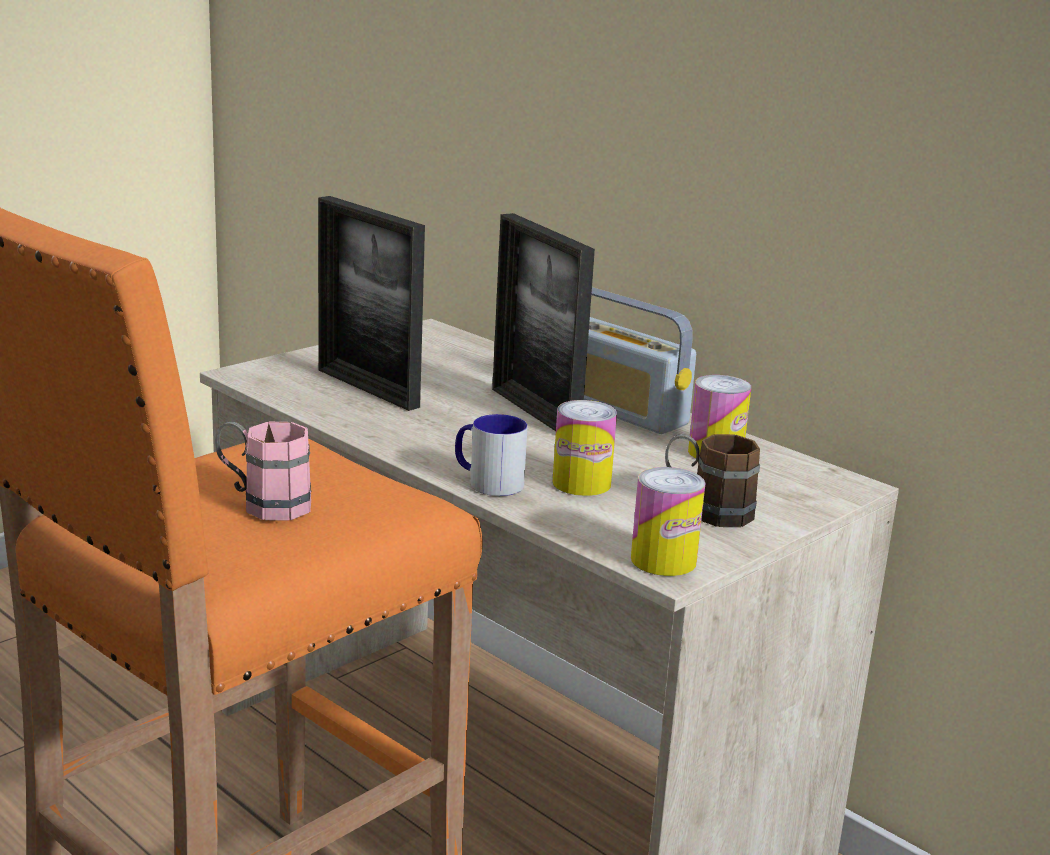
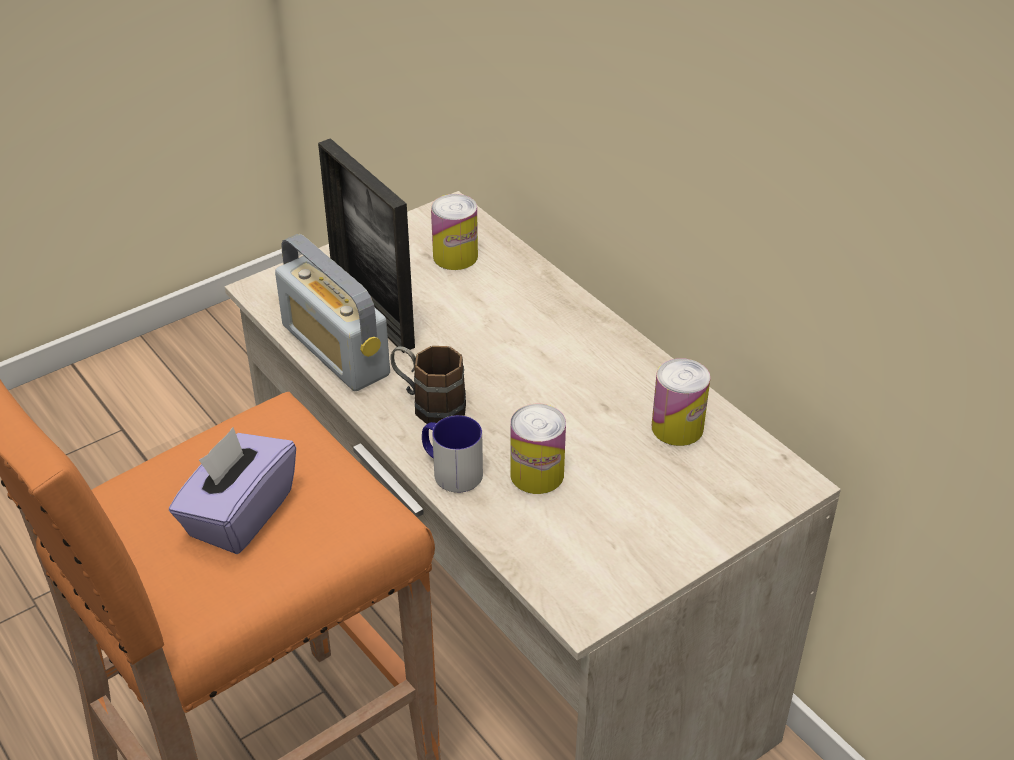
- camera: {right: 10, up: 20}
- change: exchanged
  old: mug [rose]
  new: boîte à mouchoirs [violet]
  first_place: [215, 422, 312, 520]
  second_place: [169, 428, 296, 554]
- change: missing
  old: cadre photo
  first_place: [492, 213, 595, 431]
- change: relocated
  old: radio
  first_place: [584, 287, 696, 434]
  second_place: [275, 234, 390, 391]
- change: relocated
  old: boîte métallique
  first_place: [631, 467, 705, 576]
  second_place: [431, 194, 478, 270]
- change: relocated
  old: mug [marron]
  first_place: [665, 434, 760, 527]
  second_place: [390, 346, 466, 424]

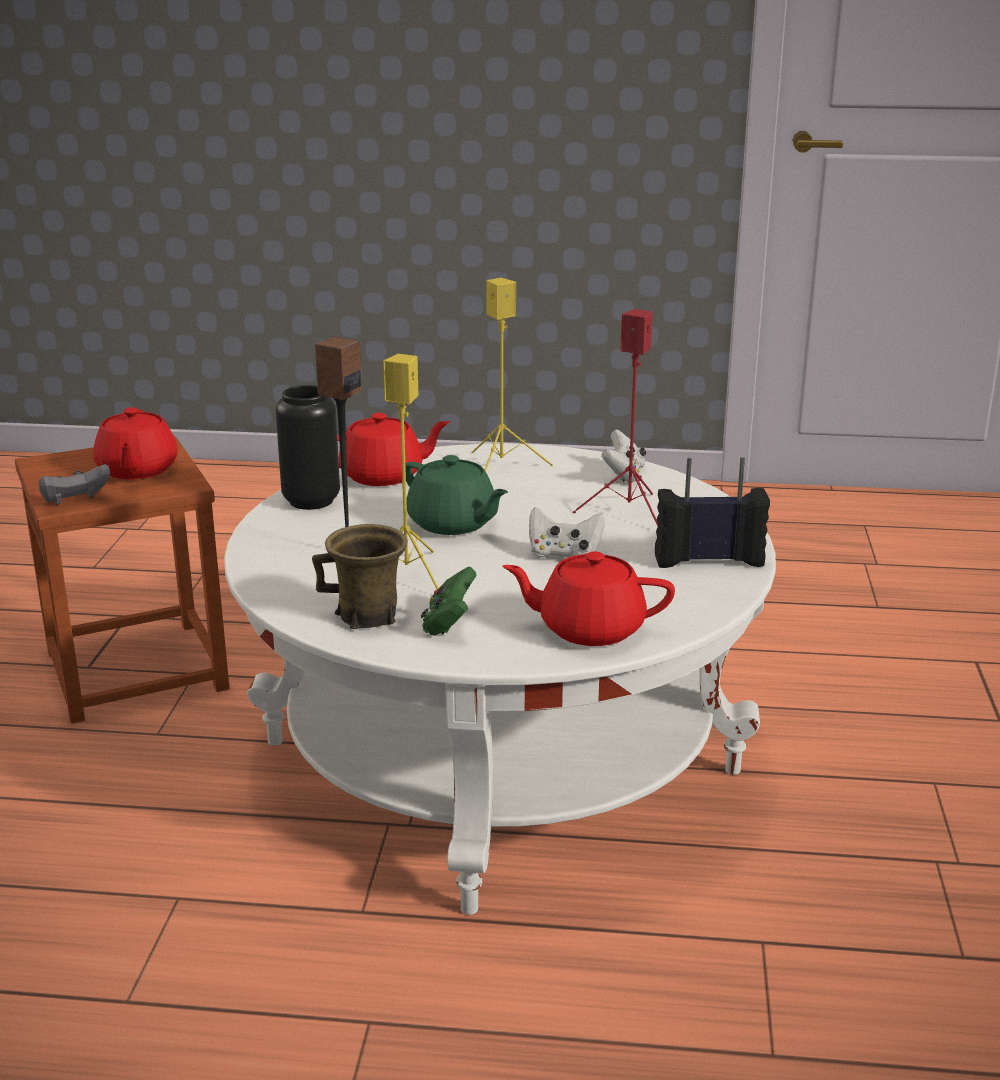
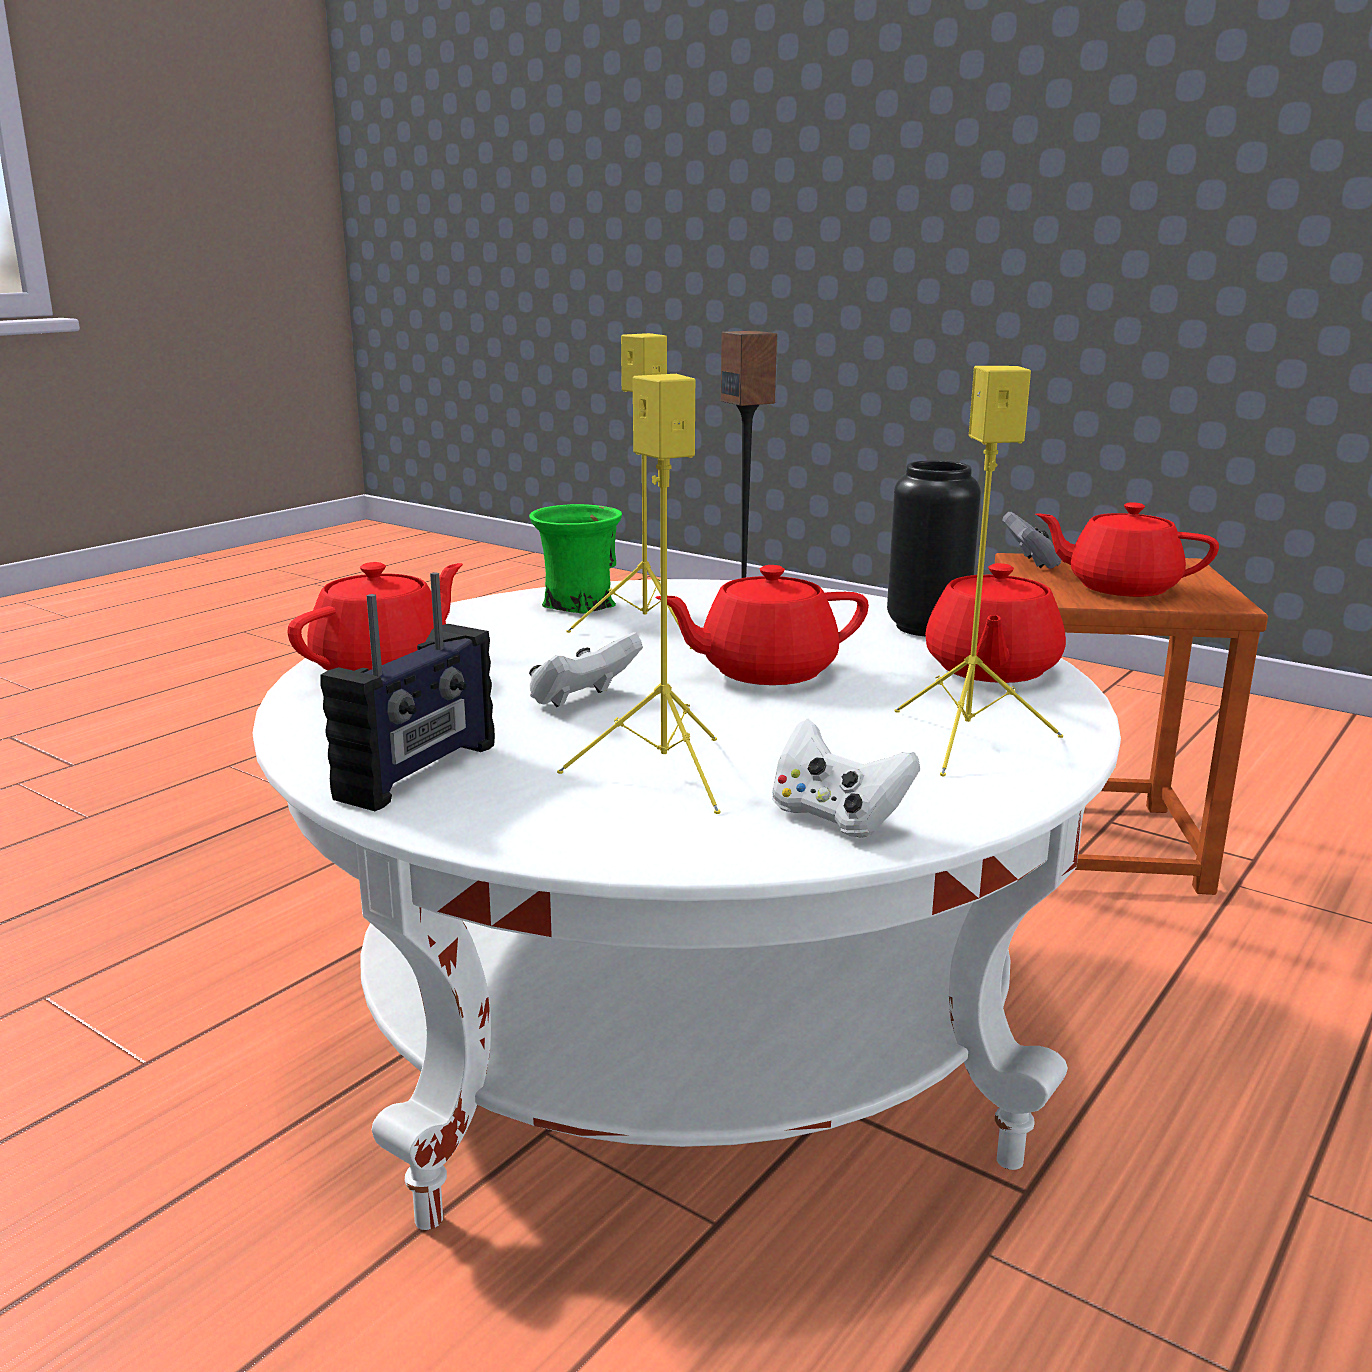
- camera: {right: 120, up: -5}
- change: colour
  old: mug [marron]
  new: mug [vert]
  first_place: [312, 524, 408, 629]
  second_place: [529, 504, 622, 613]
- change: colour
  old: théière [vert]
  new: théière [rouge]
  first_place: [405, 455, 508, 535]
  second_place: [655, 565, 869, 685]
- change: missing
  old: manette [vert]
  first_place: [421, 567, 477, 635]
- change: colour
  old: enceinte [rouge]
  new: enceinte [jaune]
  first_place: [573, 309, 658, 526]
  second_place: [557, 374, 720, 814]

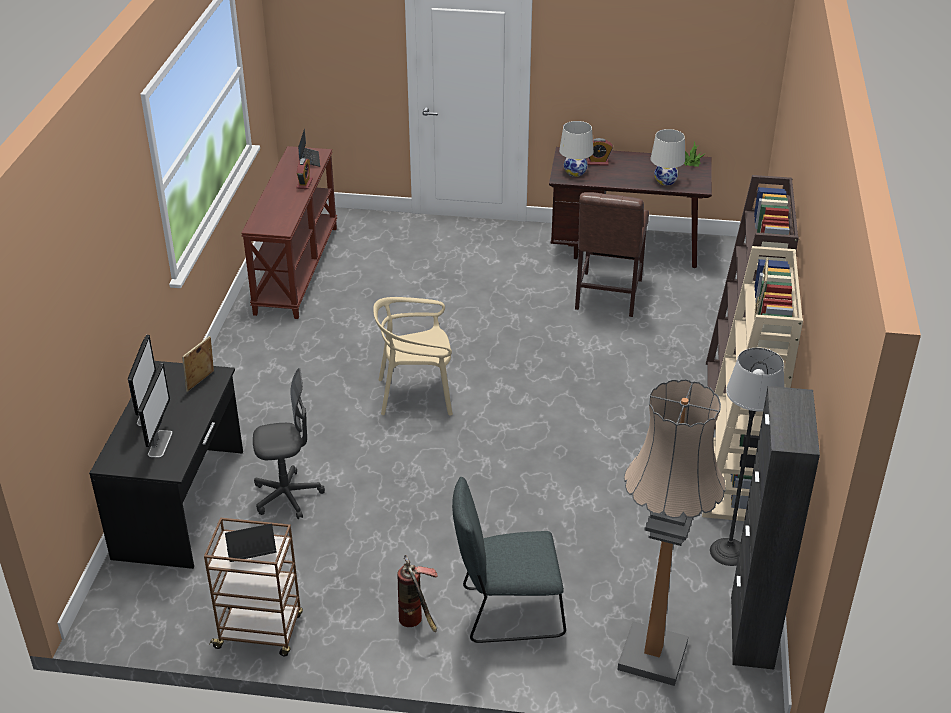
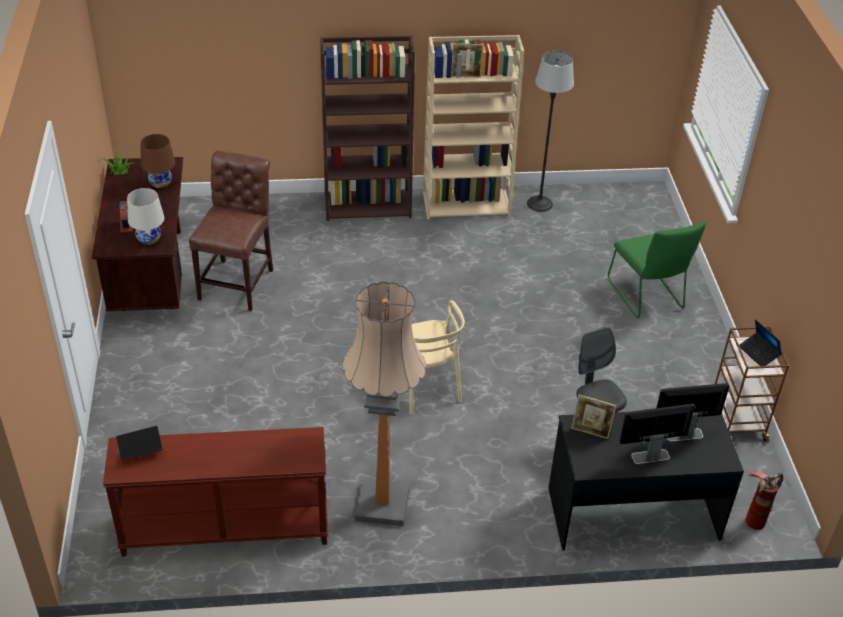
- camera: {right: -105, up: 5}
- change: missing
  old: réveil
  first_place: [297, 158, 313, 189]
- change: relocated
  old: extincteur
  first_place: [397, 555, 438, 632]
  second_place: [745, 472, 783, 530]
- change: colour
  old: chaise [gris]
  new: chaise [vert]
  first_place: [452, 477, 566, 643]
  second_place: [608, 221, 706, 318]
- change: spun
  old: chaise [marron]
  first_place: [575, 192, 649, 317]
  second_place: [189, 151, 273, 311]
  degrees: -75
- change: relocated
  old: lampadaire
  first_place: [617, 379, 726, 686]
  second_place: [342, 281, 426, 526]
- change: colour
  old: lampe de table [blanc]
  new: lampe de table [marron]
  first_place: [650, 129, 685, 185]
  second_place: [140, 134, 175, 188]
- change: missing
  old: meuble de rangement [noir]
  first_place: [731, 386, 820, 670]

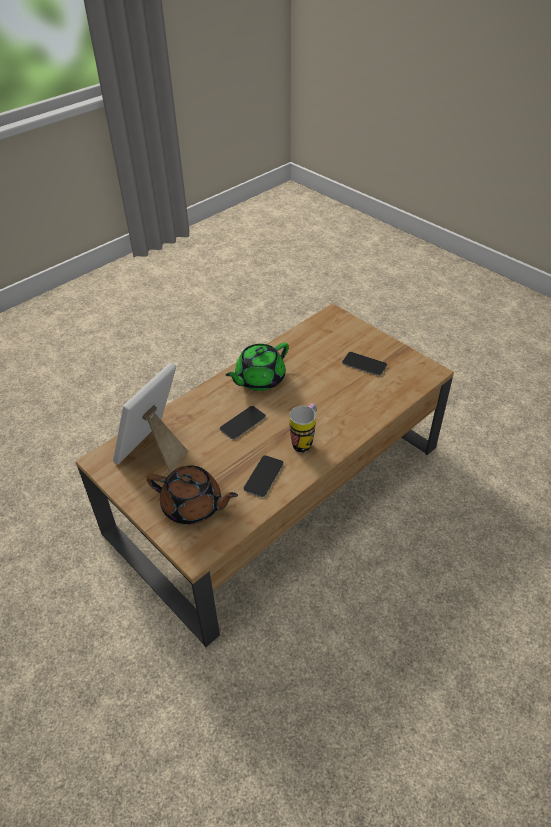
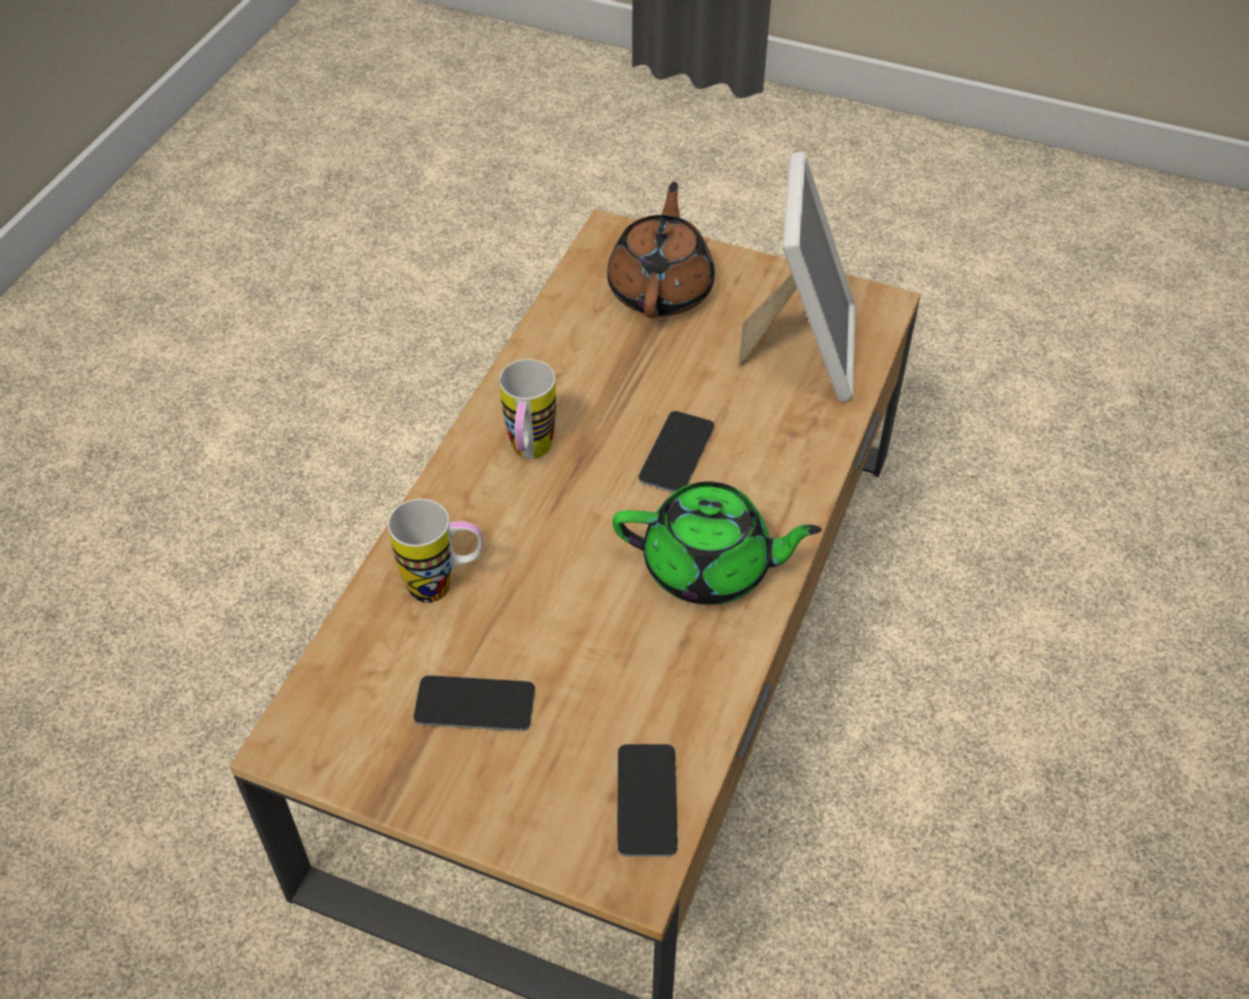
- camera: {right: 155, up: 5}
- change: spun
  old: théière [marron]
  first_place: [147, 465, 238, 525]
  second_place: [607, 182, 715, 318]
  degrees: 105
- change: spun
  old: théière [vert]
  first_place: [225, 343, 289, 391]
  second_place: [612, 482, 822, 605]
  degrees: 75
- change: relocated
  old: téléphone
  first_place: [243, 455, 284, 497]
  second_place: [617, 744, 678, 857]
- change: appeared
  new: mug
  second_place: [388, 499, 483, 603]

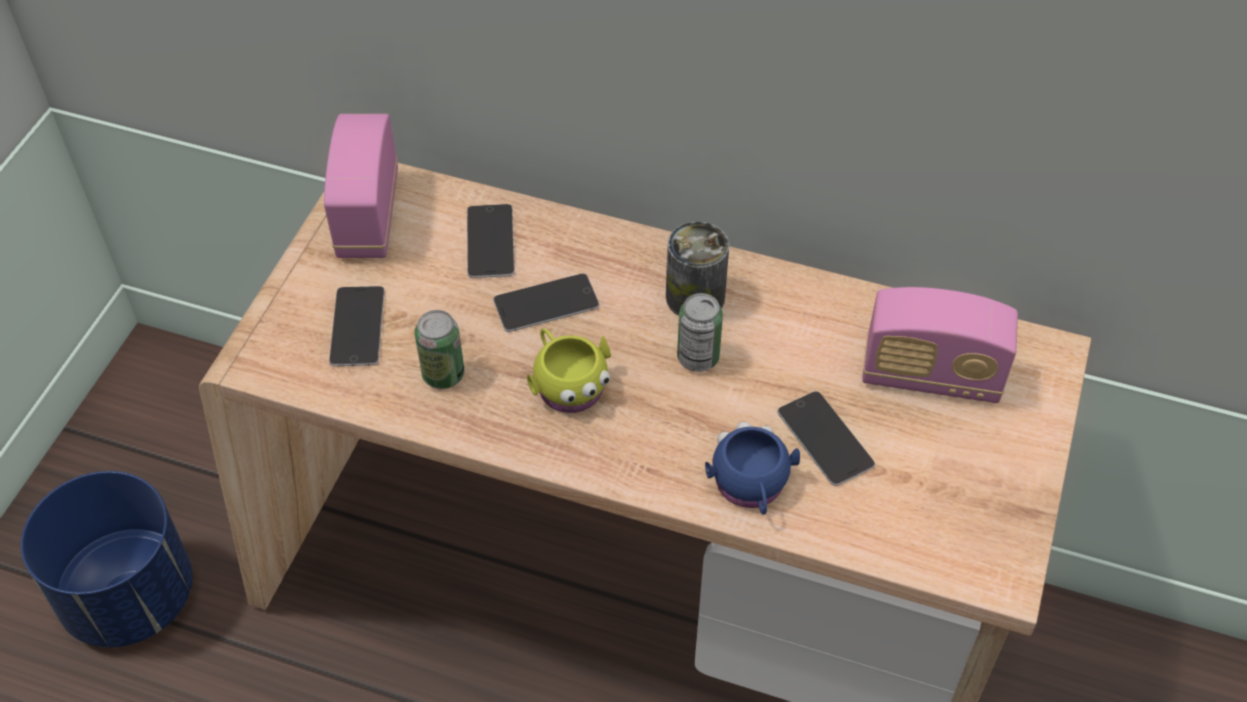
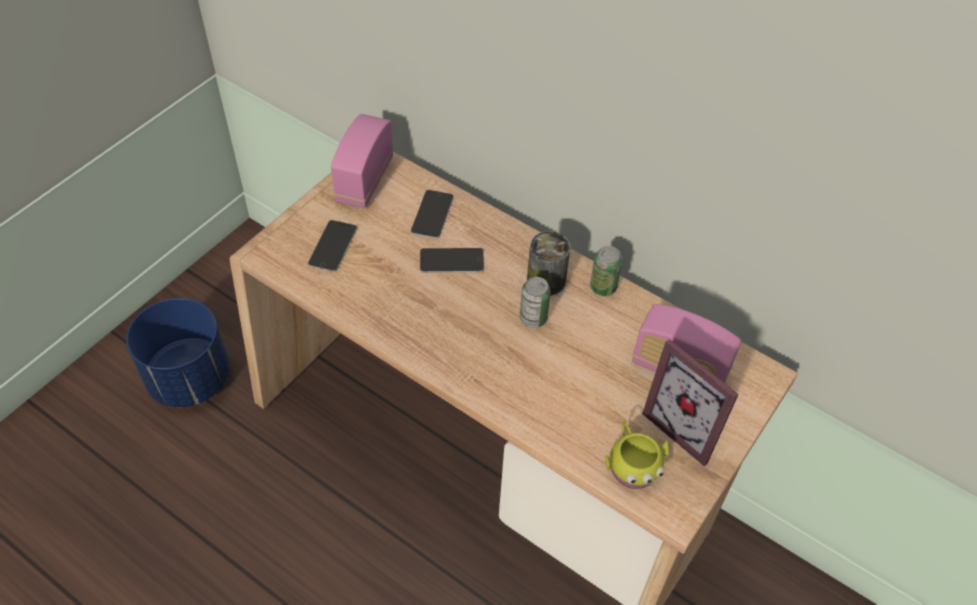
- camera: {right: 15, up: 0}
- change: relocated
  old: boîte métallique
  first_place: [415, 310, 464, 389]
  second_place: [590, 246, 622, 296]
- change: relocated
  old: mug [jaune]
  first_place: [527, 328, 611, 413]
  second_place: [605, 422, 669, 489]
- change: missing
  old: mug [bleu]
  first_place: [705, 421, 800, 514]
- change: missing
  old: téléphone
  first_place: [777, 391, 875, 486]
- change: appeared
  new: cadre photo
  second_place: [642, 339, 739, 466]

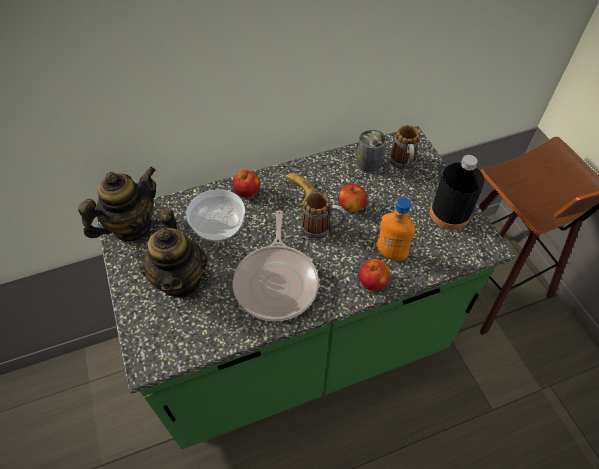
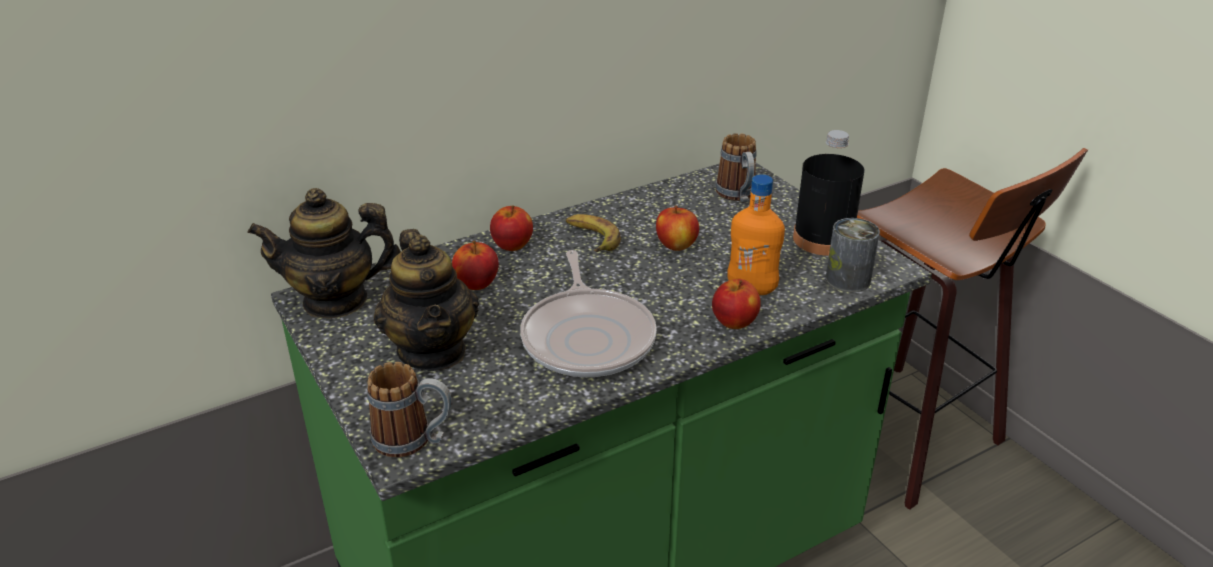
- camera: {right: -10, up: -20}
- change: spun
  old: théière
  first_place: [78, 166, 156, 241]
  second_place: [248, 188, 401, 319]
  degrees: -135
- change: exchanged
  old: bol
  new: pomme
  first_place: [186, 189, 245, 241]
  second_place: [452, 241, 499, 290]
- change: relocated
  old: mug
  first_place: [301, 192, 346, 239]
  second_place: [367, 362, 452, 458]
- change: relocated
  old: boîte métallique
  first_place: [356, 129, 386, 173]
  second_place: [826, 218, 880, 292]

